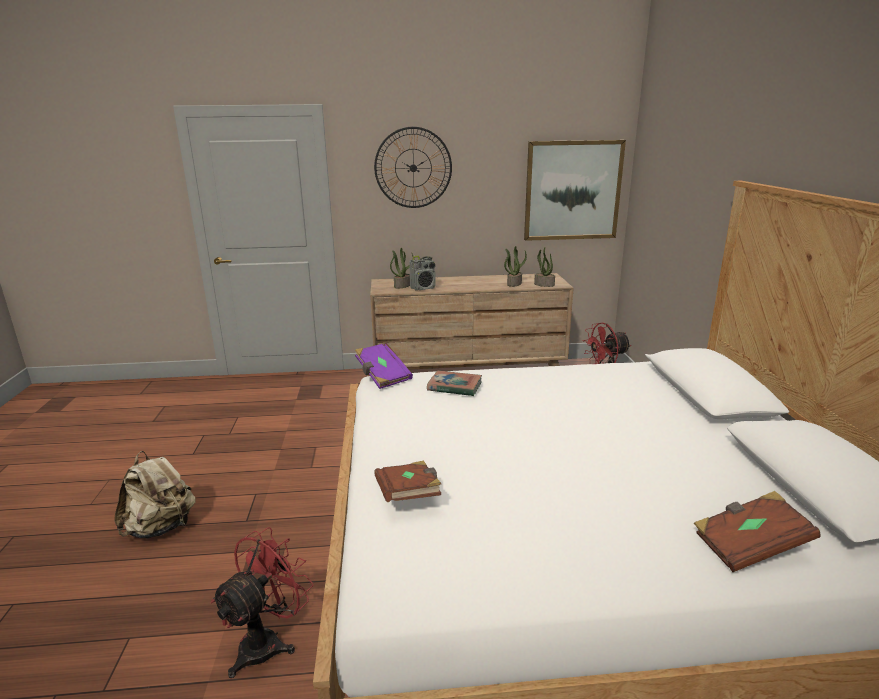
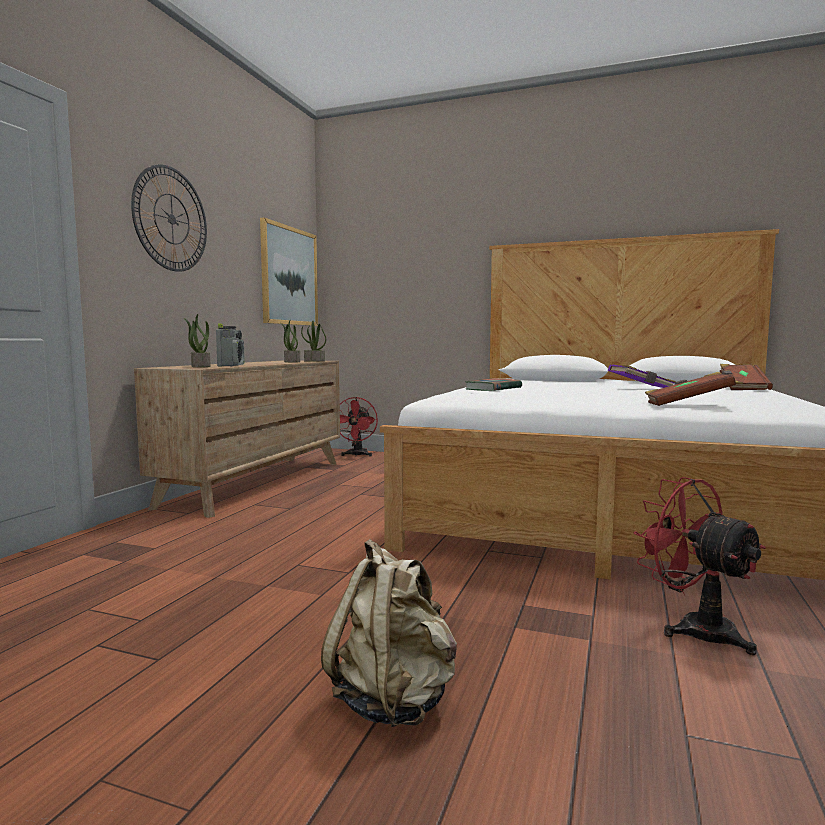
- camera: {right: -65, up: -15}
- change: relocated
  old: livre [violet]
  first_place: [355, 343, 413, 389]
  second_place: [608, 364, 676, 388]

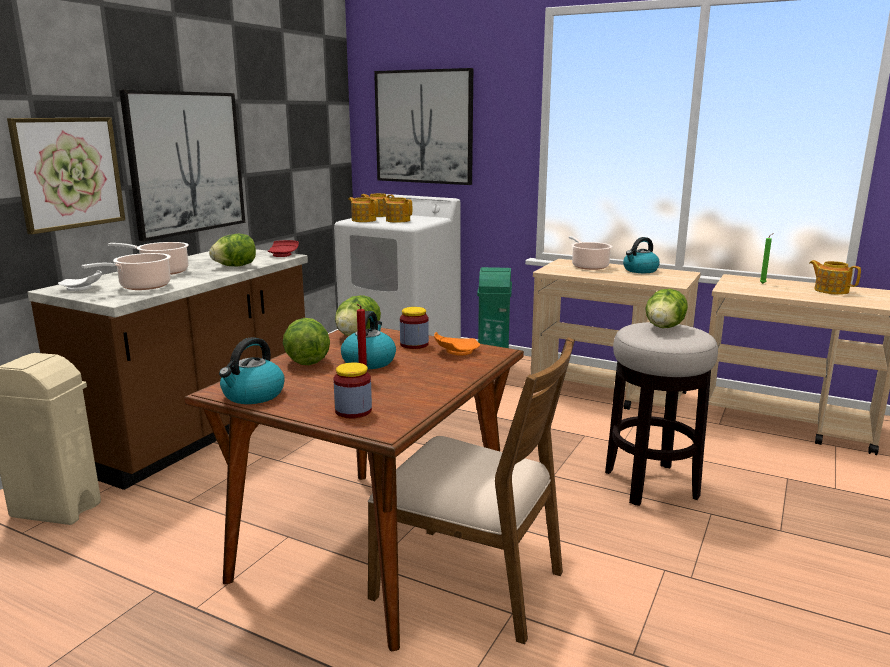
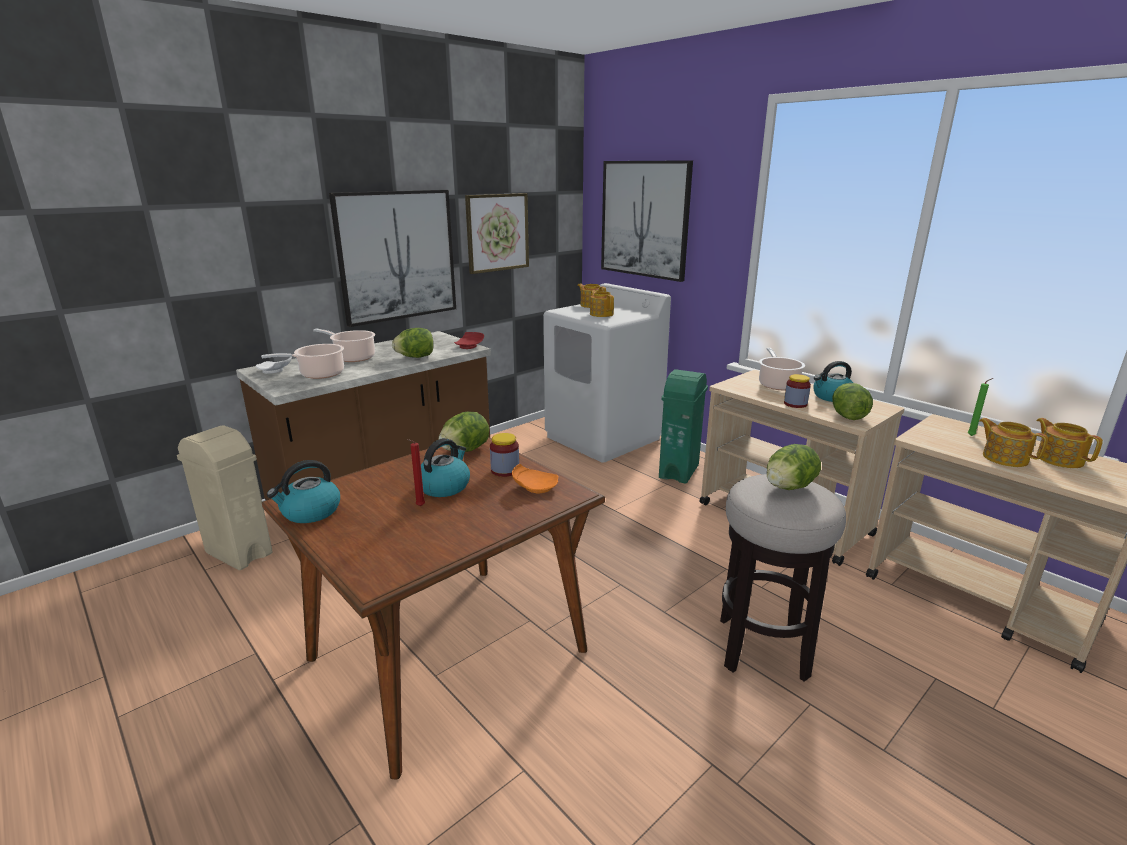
- camera: {right: 20, up: 5}
- change: relocated
  old: tableau
  first_place: [7, 117, 125, 235]
  second_place: [465, 193, 529, 274]
- change: relocated
  old: laitue
  first_place: [283, 318, 330, 365]
  second_place: [832, 383, 873, 420]
- change: relocated
  old: bocal
  first_place: [334, 362, 372, 418]
  second_place: [784, 374, 811, 408]
- change: relocated
  old: théière
  first_place: [348, 197, 378, 222]
  second_place: [979, 418, 1048, 467]
- change: missing
  old: chaise [marron]
  first_place: [368, 337, 575, 644]

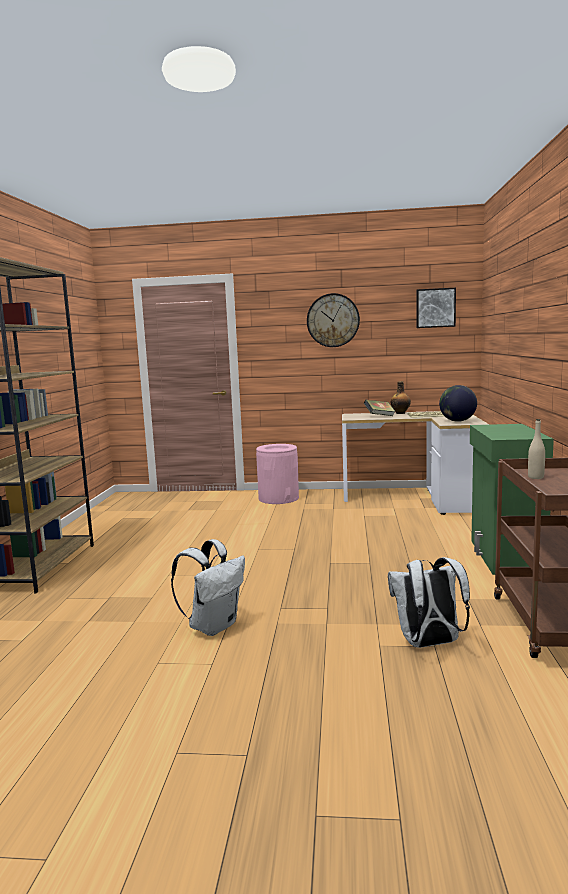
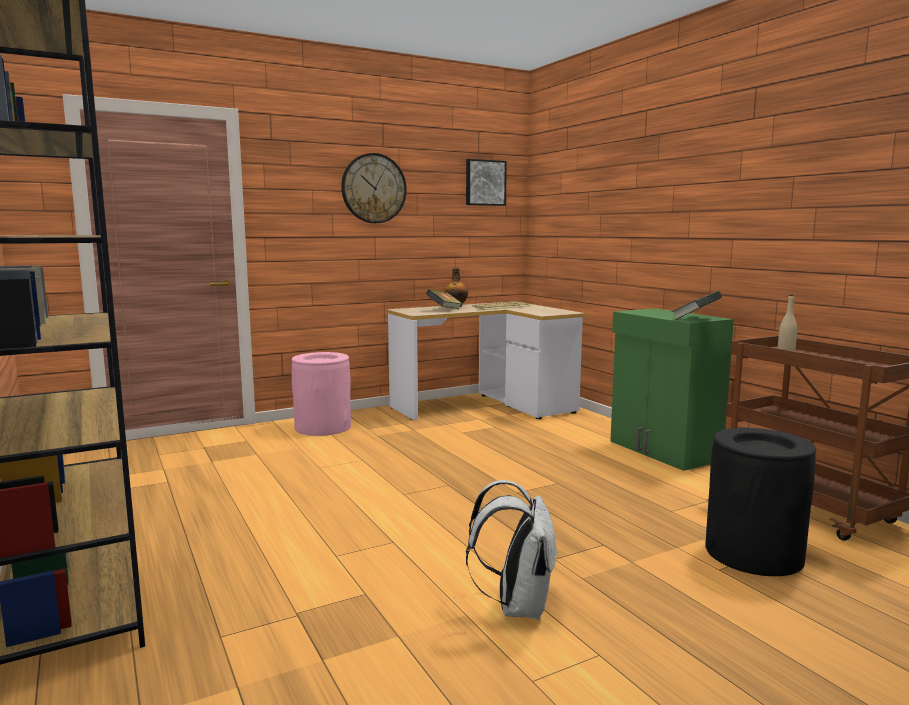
- camera: {right: -35, up: 0}
- change: exchanged
  old: sac à dos [blanc]
  new: poubelle [noir]
  first_place: [388, 557, 470, 648]
  second_place: [705, 428, 816, 576]
- change: missing
  old: globe
  first_place: [439, 385, 477, 422]
- change: appeared
  new: livre
  second_place: [671, 291, 722, 320]

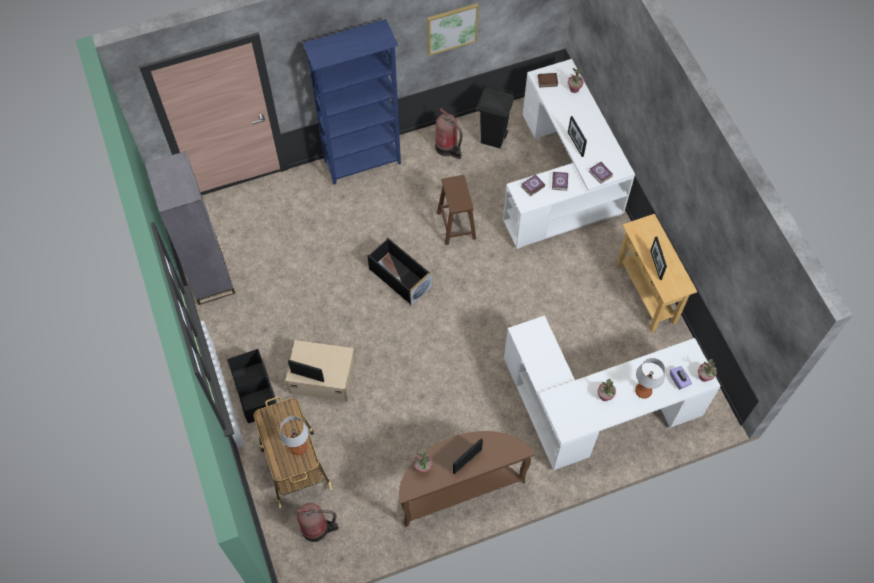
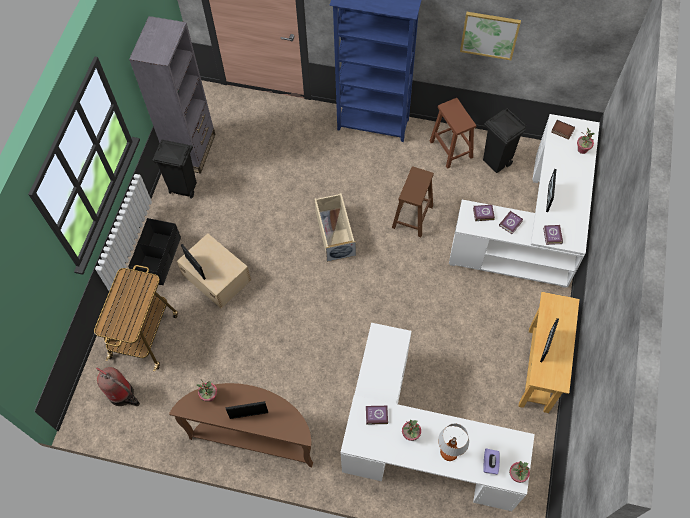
- camera: {right: 35, up: 0}
- change: missing
  old: lampe de table
  first_place: [279, 416, 309, 455]
- change: colour
  old: boîte de rangement [noir]
  new: boîte de rangement [beige]
  first_place: [367, 237, 432, 306]
  second_place: [314, 193, 356, 262]
- change: exchanged
  old: extincteur
  new: tabouret [marron]
  first_place: [435, 108, 463, 159]
  second_place: [429, 98, 476, 169]
- change: appeared
  new: poubelle [noir]
  second_place: [153, 140, 197, 199]
- change: appeared
  new: livre
  second_place: [366, 406, 388, 425]

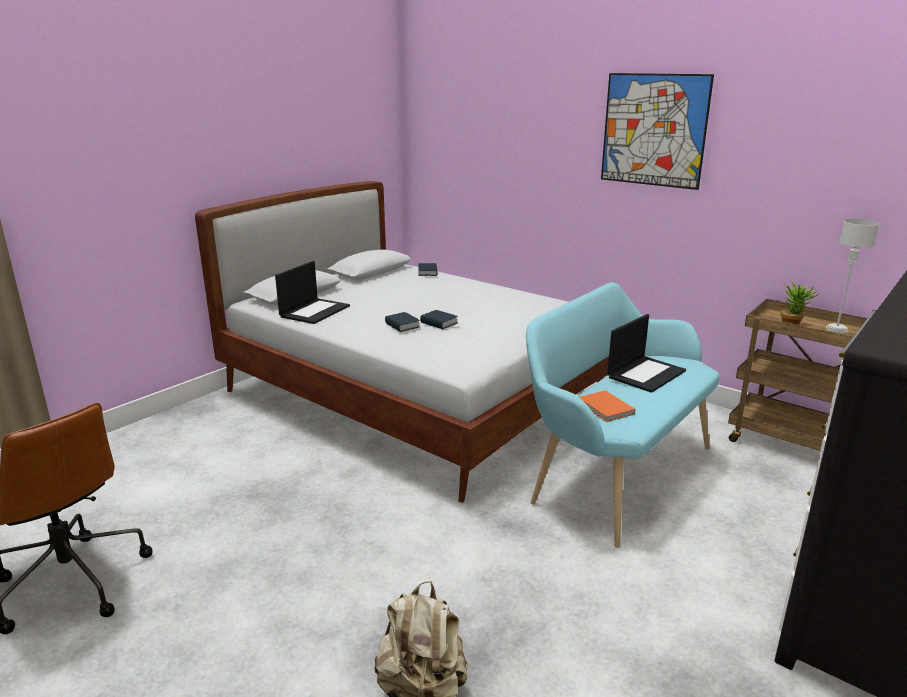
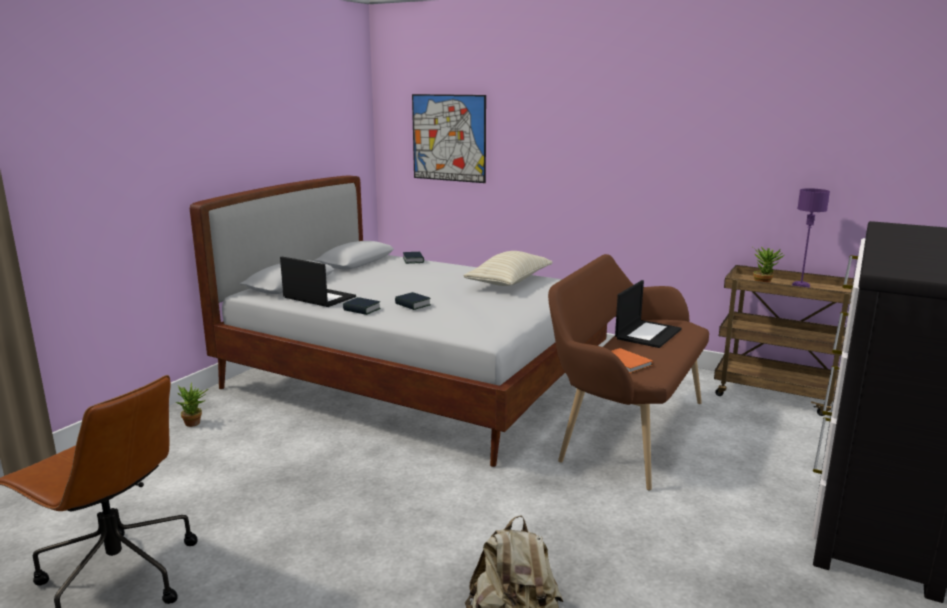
- camera: {right: -10, up: -5}
- change: spun
  old: ordinateur portable
  first_place: [275, 261, 350, 324]
  second_place: [280, 257, 356, 307]
  degrees: -75
- change: relocated
  old: livre
  first_place: [420, 310, 458, 329]
  second_place: [343, 297, 381, 315]
- change: colour
  old: banc [turquoise]
  new: banc [marron]
  first_place: [526, 282, 719, 548]
  second_place: [548, 254, 709, 491]
- change: relocated
  old: tableau
  first_place: [601, 73, 714, 190]
  second_place: [412, 94, 486, 183]
- change: colour
  old: lampe de table [gris]
  new: lampe de table [violet]
  first_place: [826, 219, 879, 333]
  second_place: [792, 188, 830, 288]
- change: appeared
  new: plante en pot
  second_place: [176, 382, 208, 427]
- change: appeared
  new: coussin [beige]
  second_place: [463, 251, 552, 286]

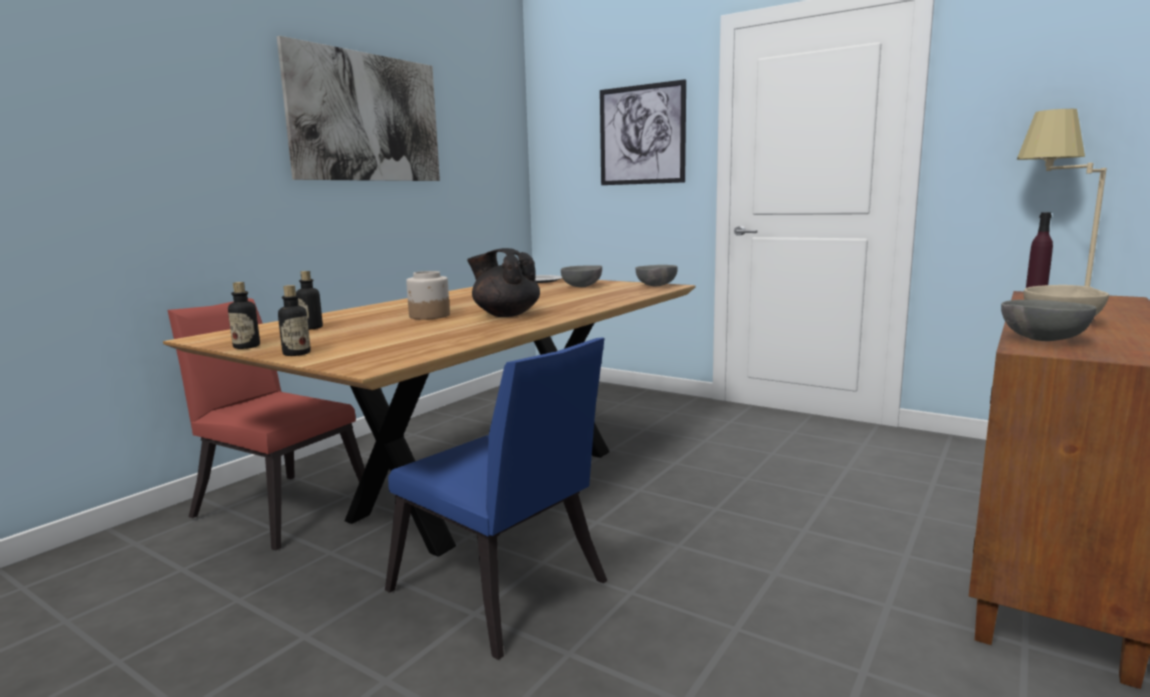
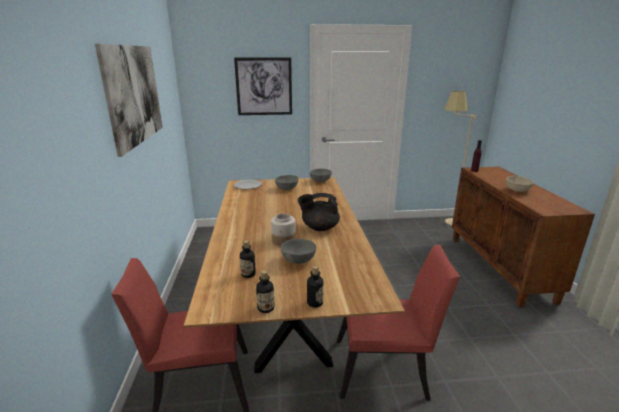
- camera: {right: -40, up: 10}
- change: colour
  old: chaise [bleu]
  new: chaise [rouge]
  first_place: [385, 337, 607, 660]
  second_place: [336, 244, 460, 401]
- change: relocated
  old: bol [gris]
  first_place: [1001, 300, 1096, 341]
  second_place: [280, 239, 316, 264]

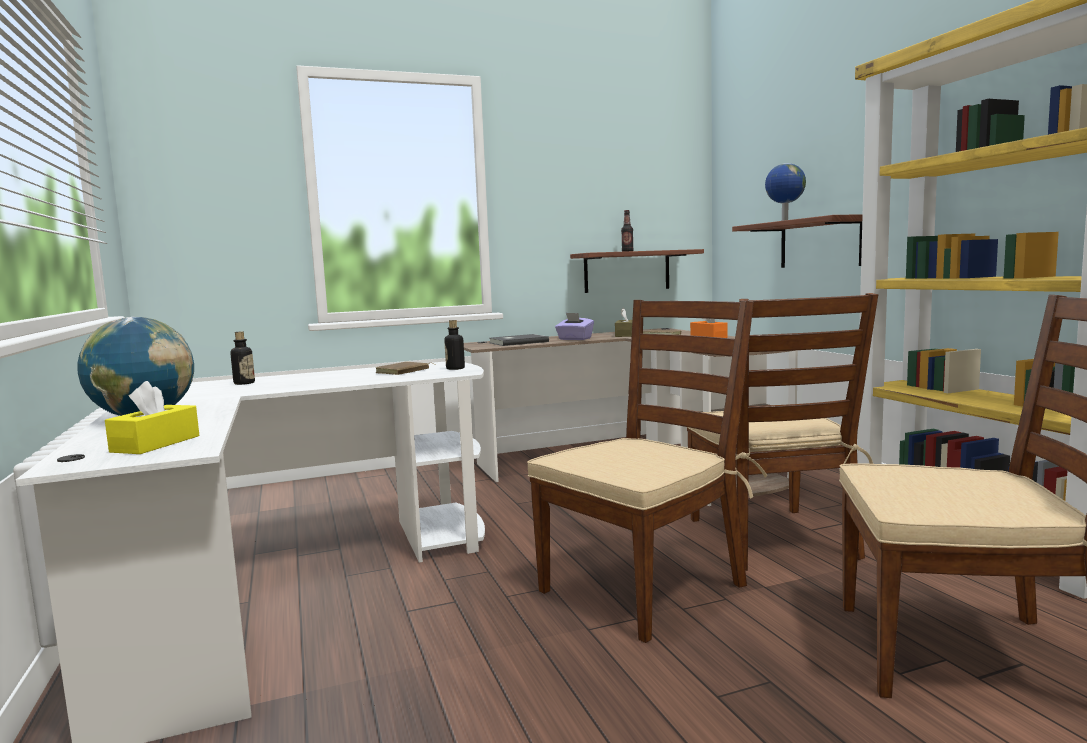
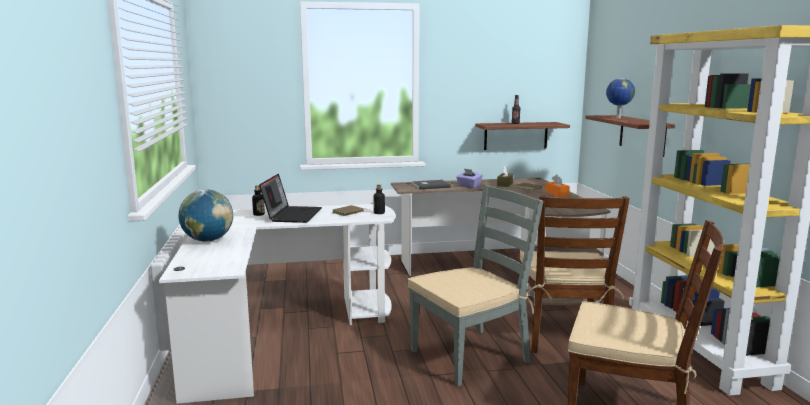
- camera: {right: 10, up: 5}
- change: missing
  old: boîte à mouchoirs [jaune]
  first_place: [105, 381, 199, 454]
- change: colour
  old: chaise [marron]
  new: chaise [gris]
  first_place: [527, 300, 754, 643]
  second_place: [408, 185, 543, 387]
- change: appeared
  new: ordinateur portable
  second_place: [259, 174, 322, 223]

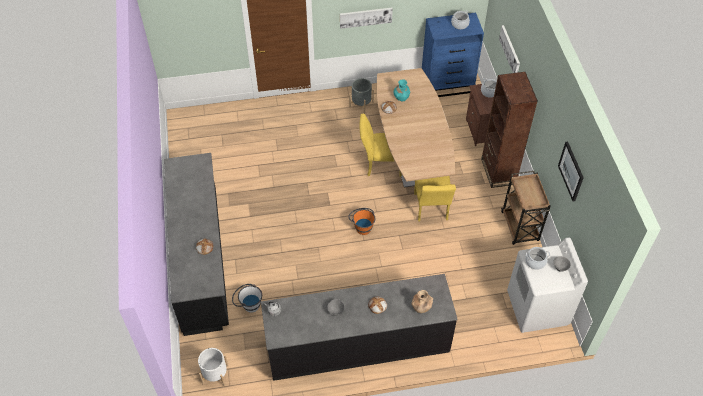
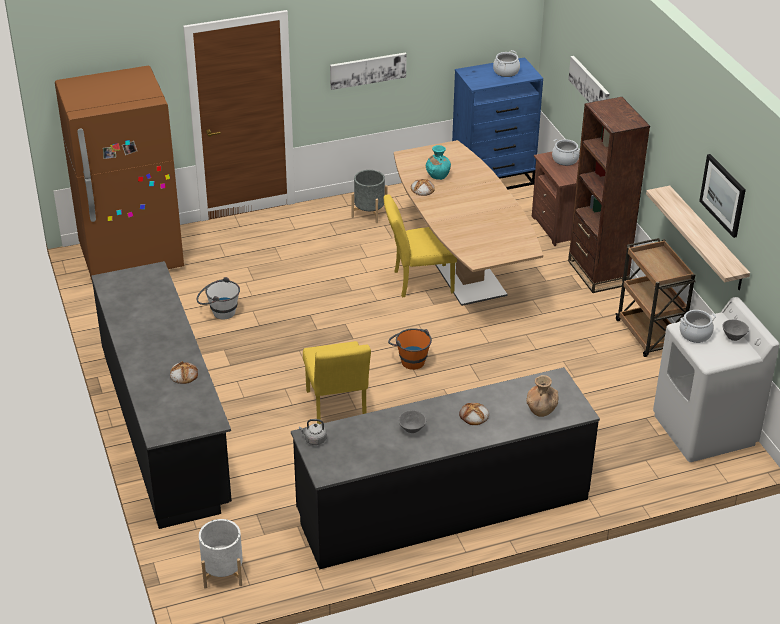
- camera: {right: -10, up: -15}
- change: relocated
  old: seau [blanc]
  first_place: [232, 284, 262, 313]
  second_place: [197, 277, 240, 320]
- change: relocated
  old: chaise [jaune]
  first_place: [414, 176, 456, 221]
  second_place: [303, 341, 371, 424]
- change: appeared
  new: réfrigérateur [marron]
  second_place: [55, 66, 184, 280]
- change: appeared
  new: étagère
  second_place: [646, 186, 750, 290]

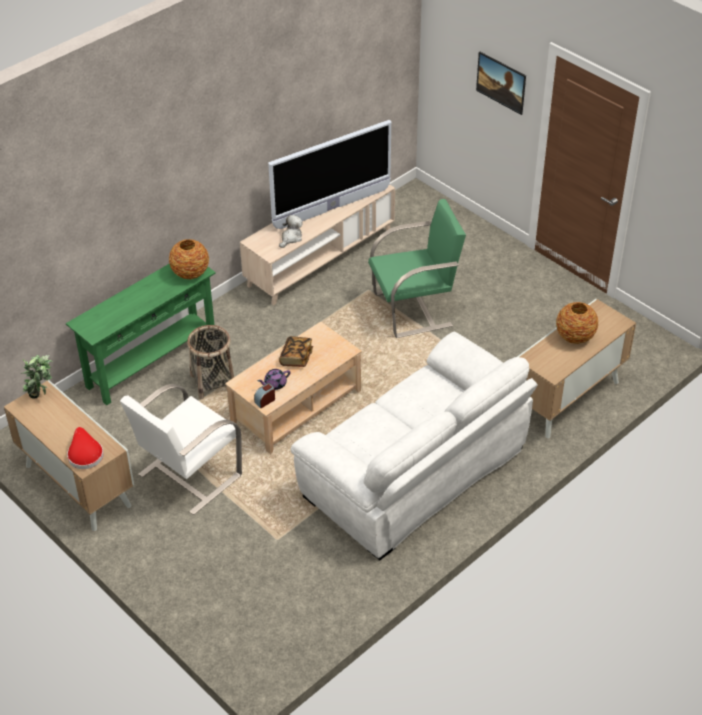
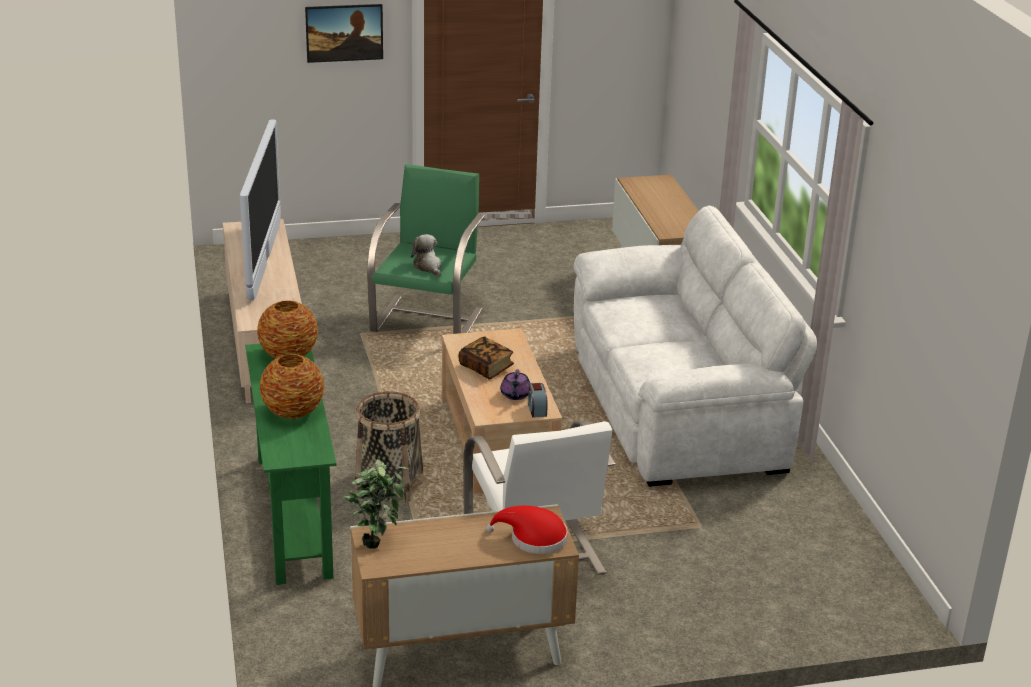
- camera: {right: -60, up: -15}
- change: relocated
  old: peluche
  first_place: [279, 215, 303, 248]
  second_place: [411, 234, 441, 277]
- change: relocated
  old: vase
  first_place: [556, 302, 598, 344]
  second_place: [260, 354, 324, 419]

